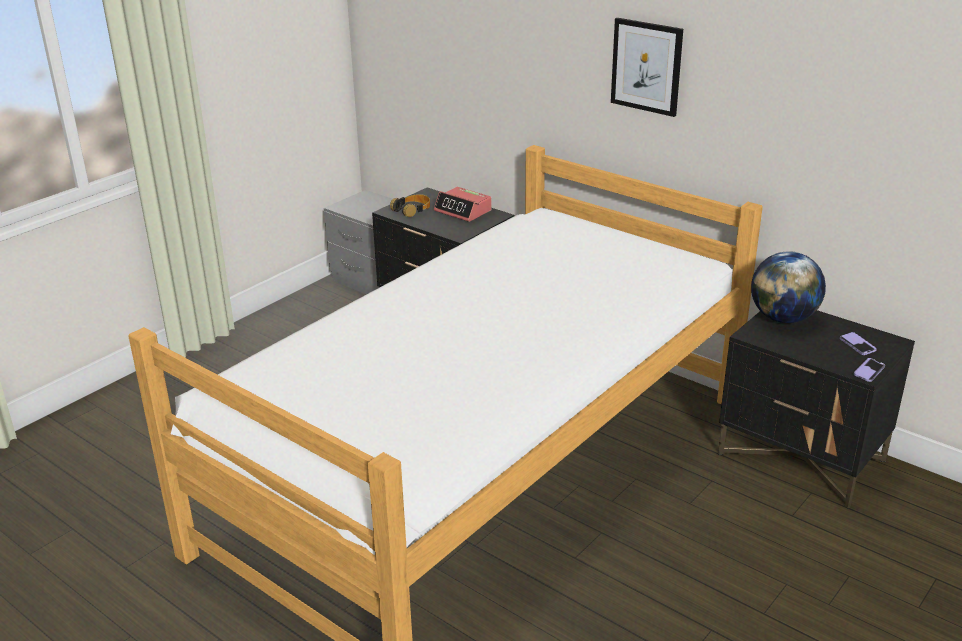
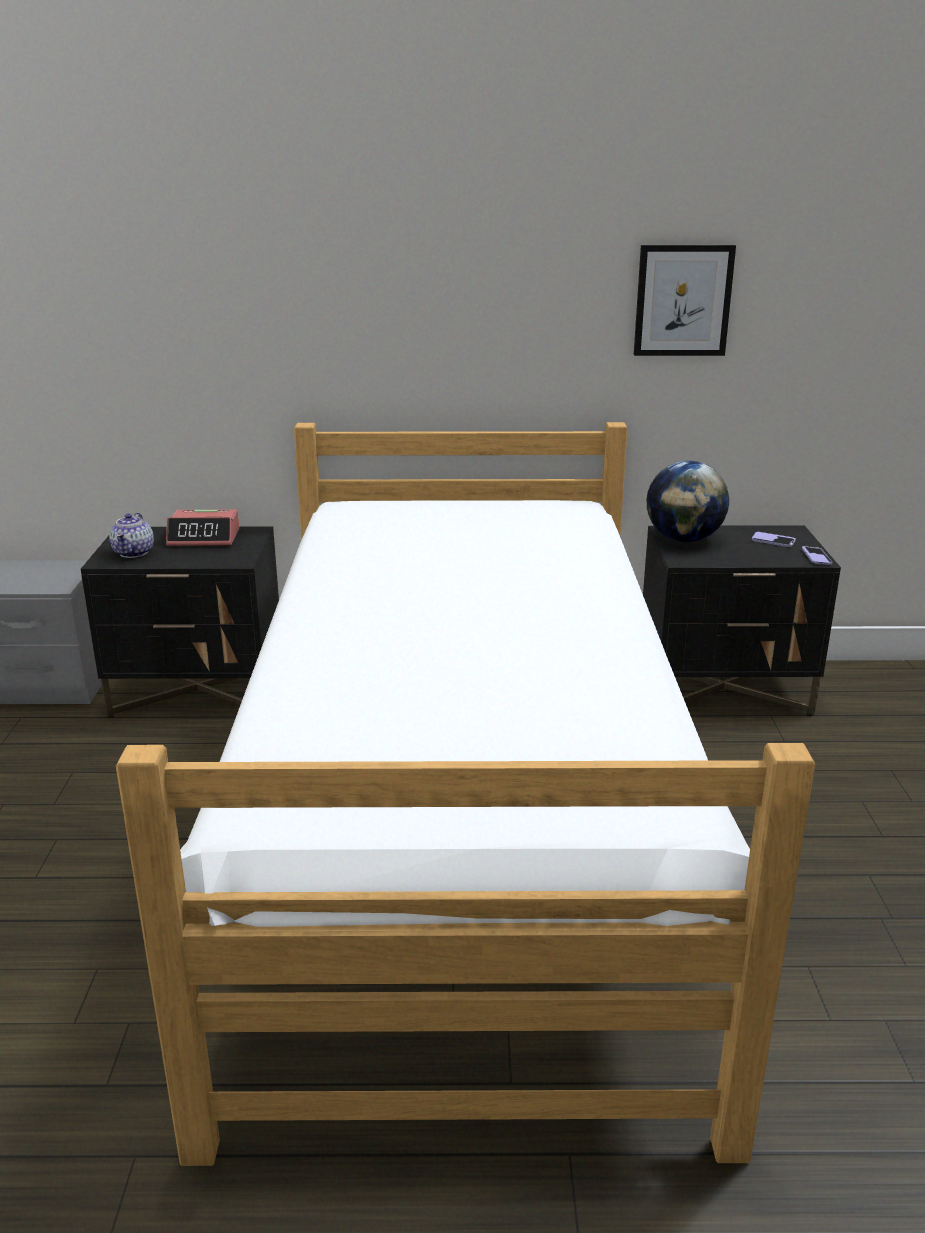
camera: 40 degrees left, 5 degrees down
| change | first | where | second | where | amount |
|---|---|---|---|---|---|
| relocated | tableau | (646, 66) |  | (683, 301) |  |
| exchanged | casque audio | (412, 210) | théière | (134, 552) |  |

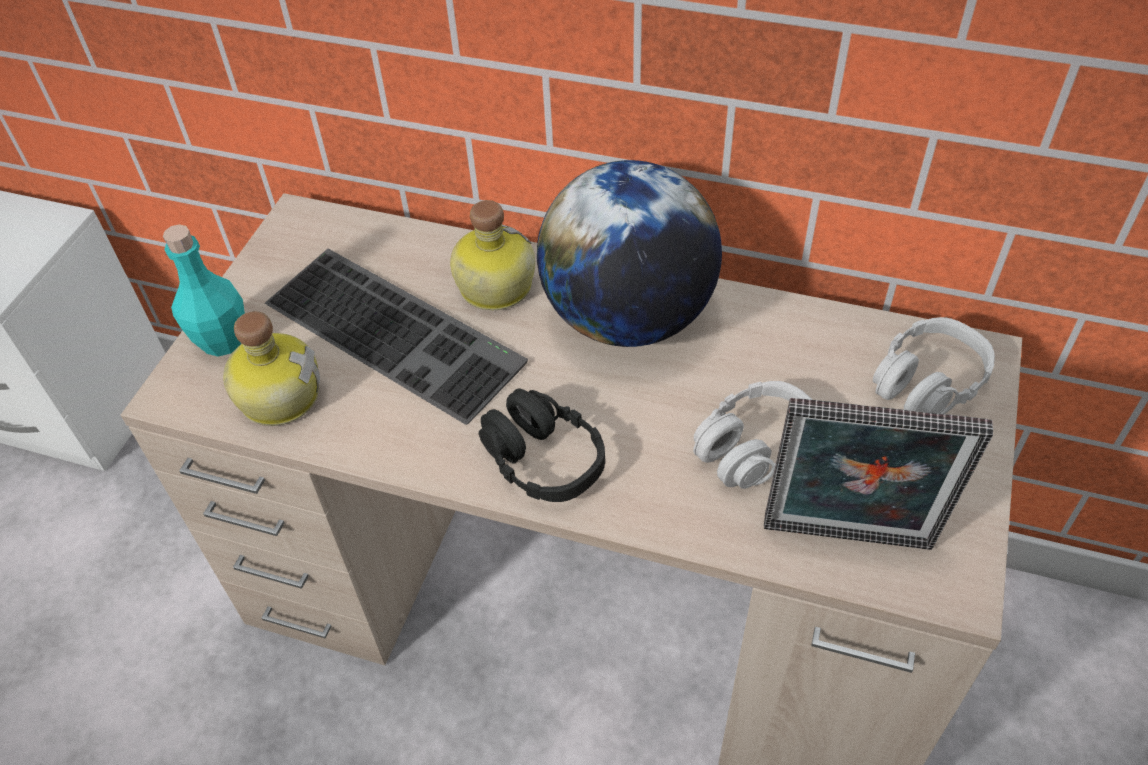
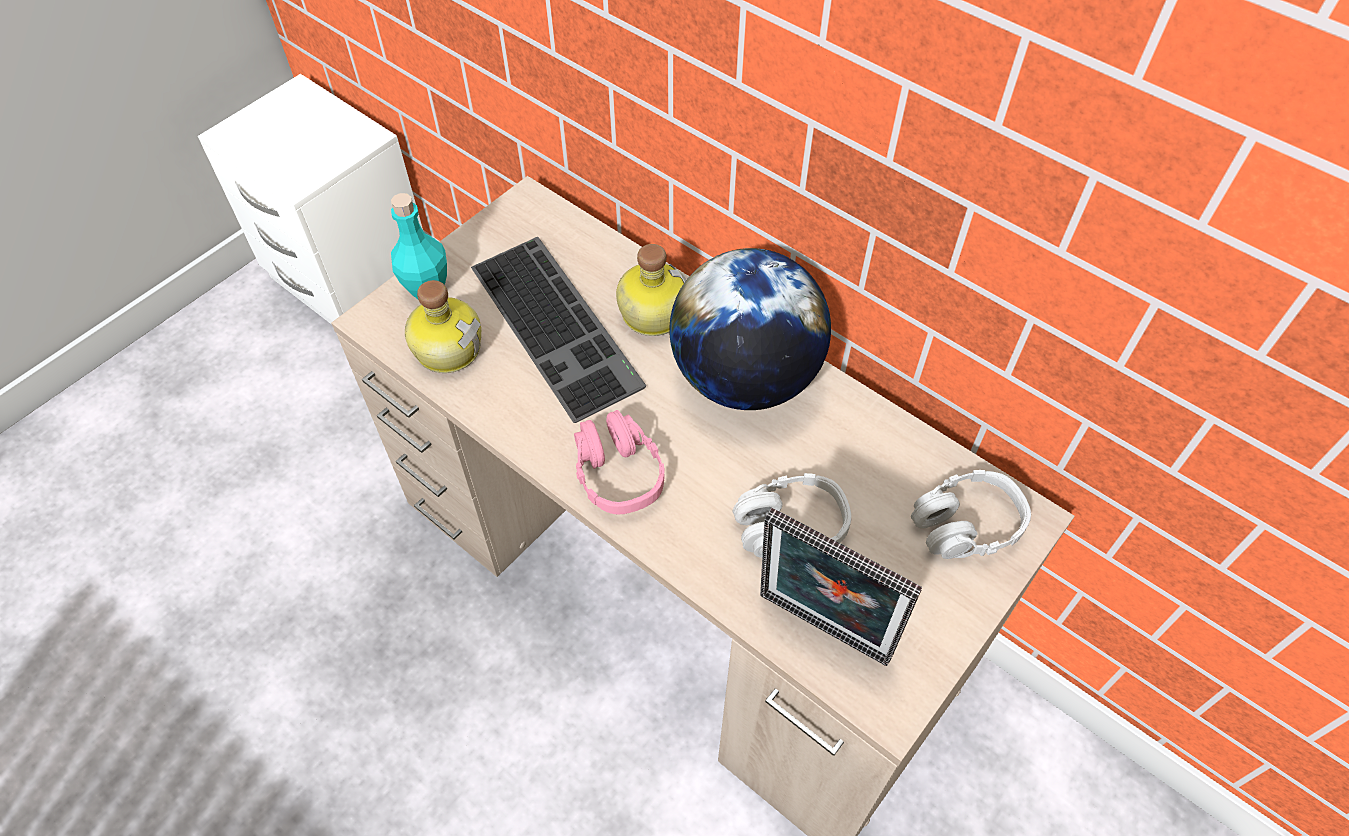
camera: 20 degrees right, 5 degrees up
| change | first | where | second | where | amount |
|---|---|---|---|---|---|
| colour | casque audio [noir] | (543, 460) | casque audio [rose] | (618, 473) |  |

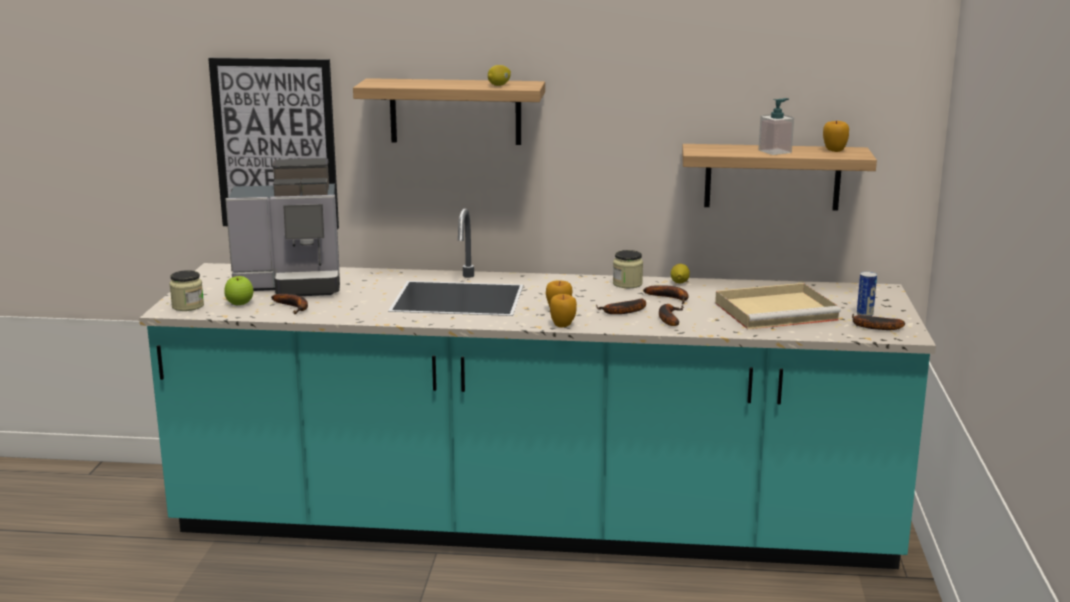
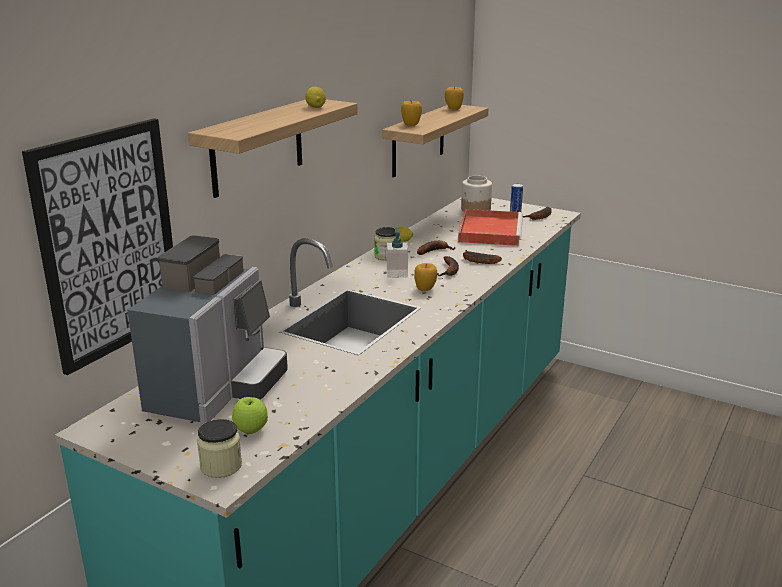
camera: 65 degrees left, 5 degrees up
| change | first | where | second | where | amount |
|---|---|---|---|---|---|
| relocated | distributeur de savon | (775, 151) |  | (397, 273) |  |
| colour | plateau [beige] | (777, 311) | plateau [rouge] | (489, 230) |  |
| missing | banane | (294, 307) |  |  |  |
| relocated | pomme | (563, 325) |  | (411, 124) |  |
| appeared |  |  | bocal | (475, 209) |  |

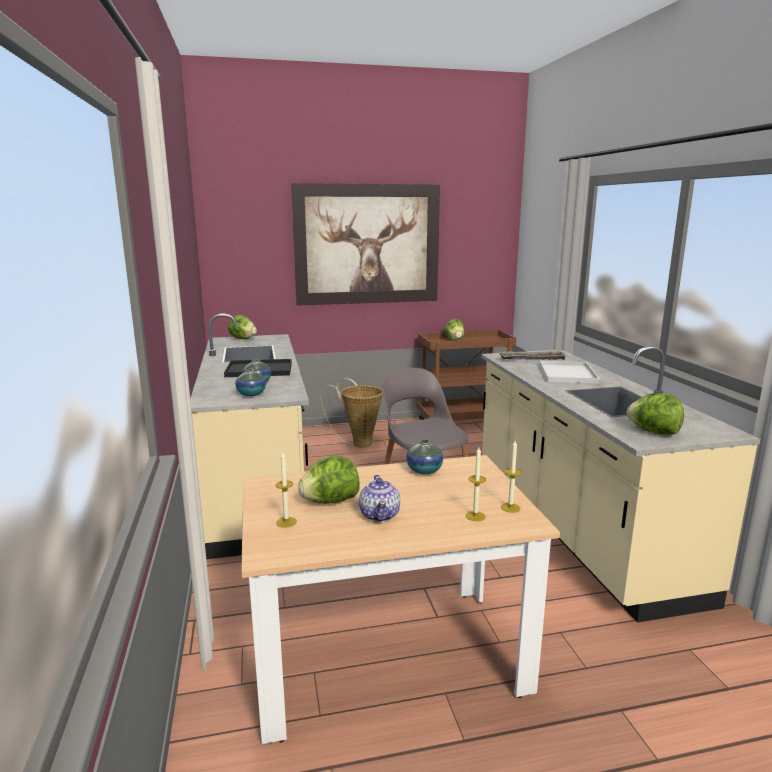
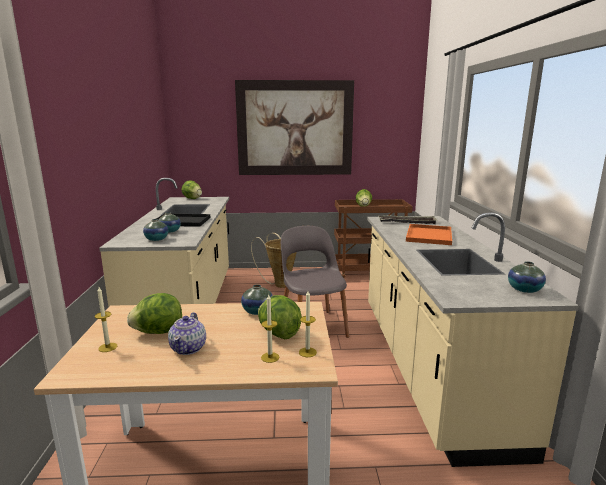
camera: 10 degrees right, 0 degrees up
| change | first | where | second | where | amount |
|---|---|---|---|---|---|
| colour | plateau [blanc] | (568, 374) | plateau [orange] | (429, 236) |  |
| relocated | laitue | (653, 432) |  | (278, 333) |  |
| appeared |  |  | vase | (524, 289) |  |

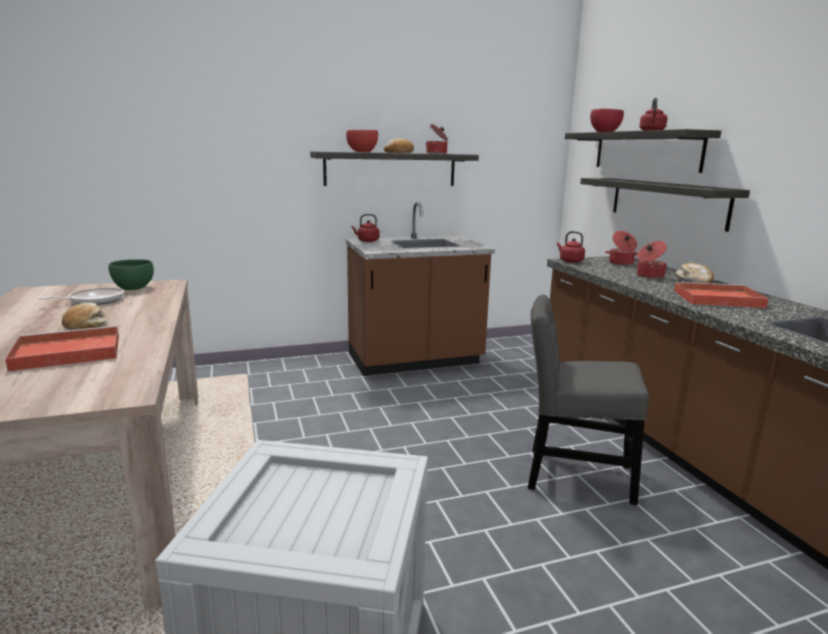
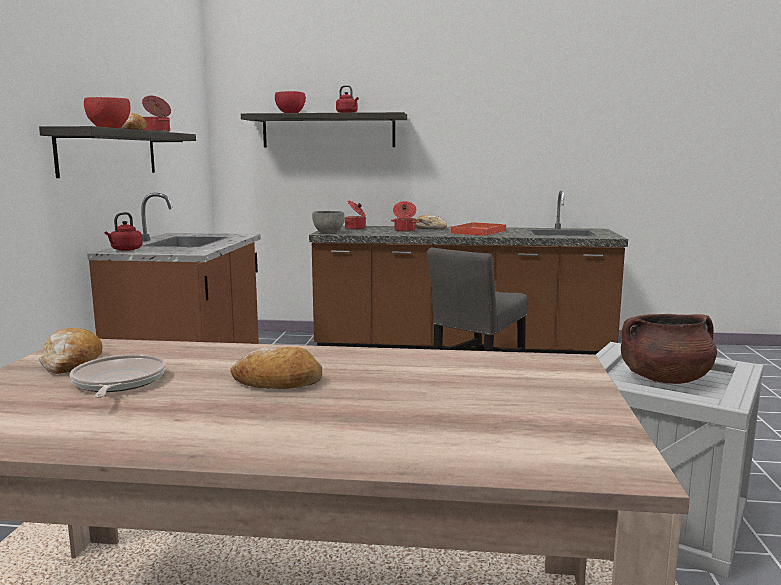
camera: 65 degrees left, 5 degrees down
| change | first | where | second | where | amount |
|---|---|---|---|---|---|
| missing | étagère | (666, 202) |  |  |  |
| exchanged | bouilloire [rouge] | (570, 261) | bol [gris] | (328, 233) |  |
| exchanged | bol [vert] | (133, 288) | pain | (71, 362) |  |
| missing | plateau [rouge] | (65, 353) |  |  |  |
| appeared |  |  | marmite [marron] | (664, 379) |  |

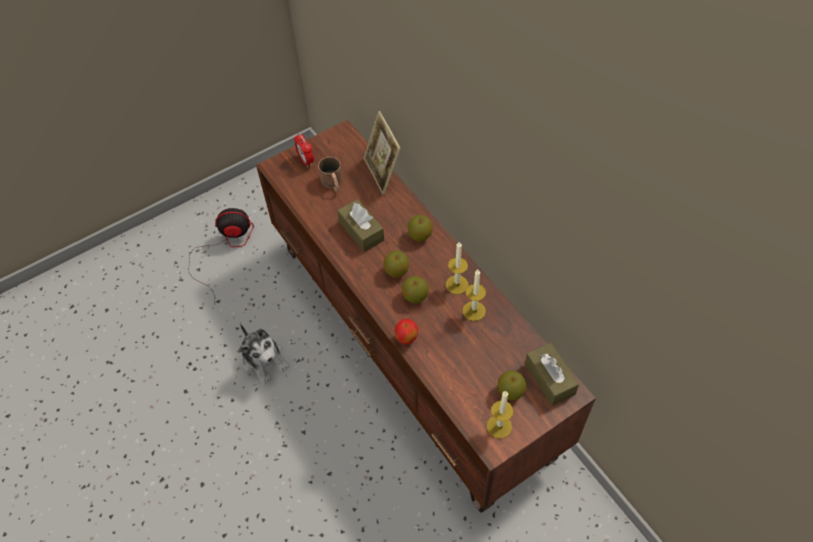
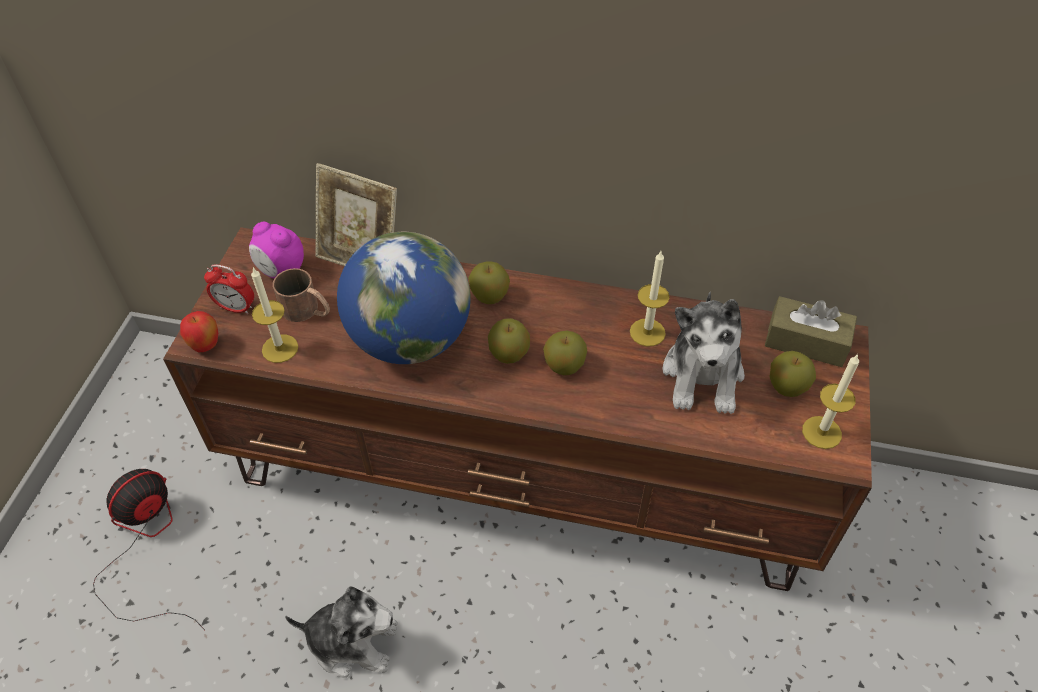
camera: 45 degrees left, 5 degrees down
| change | first | where | second | where | amount |
|---|---|---|---|---|---|
| exchanged | boîte à mouchoirs [marron] | (361, 231) | globe | (410, 340) |  |
| relocated | bougie | (457, 284) |  | (280, 348) |  |
| relocated | pomme | (406, 339) |  | (206, 346) |  |
| appeared |  |  | réveil | (281, 271) |  |
| appeared |  |  | peluche | (703, 375) |  |

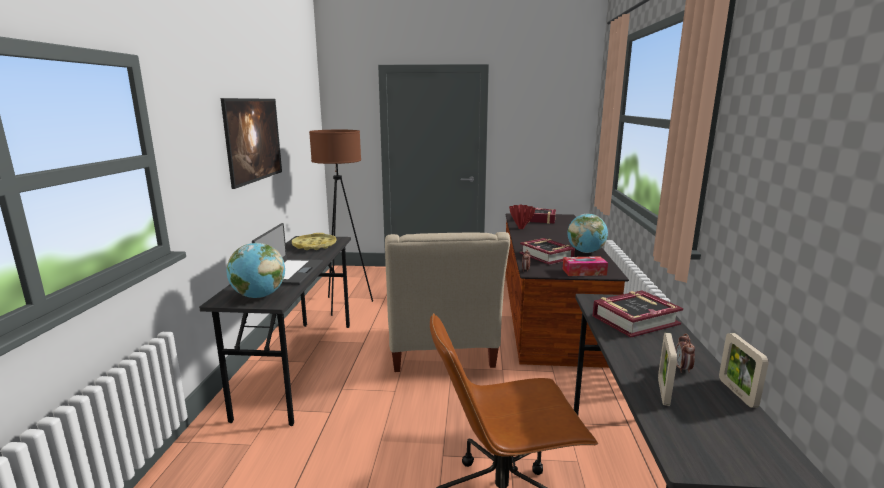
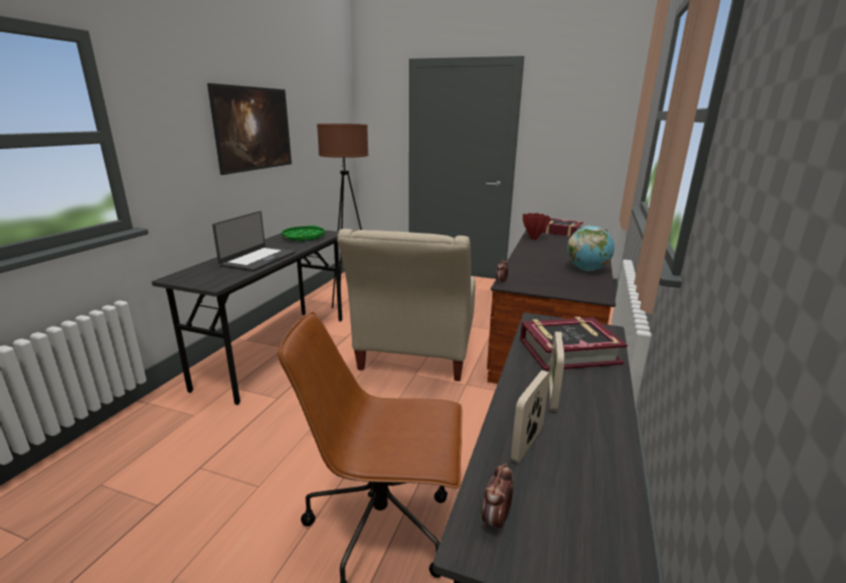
camera: 15 degrees right, 5 degrees up
| change | first | where | second | where | amount |
|---|---|---|---|---|---|
| colour | plateau [jaune] | (314, 245) | plateau [vert] | (304, 237) |  |
| missing | livre | (546, 256) |  |  |  |
| missing | globe | (259, 296) |  |  |  |
| missing | boîte à mouchoirs | (584, 272) |  |  |  |
| relocated | réveil | (682, 369) |  | (496, 520) |  |
| relocated | cadre photo | (737, 393) |  | (552, 395) |  |

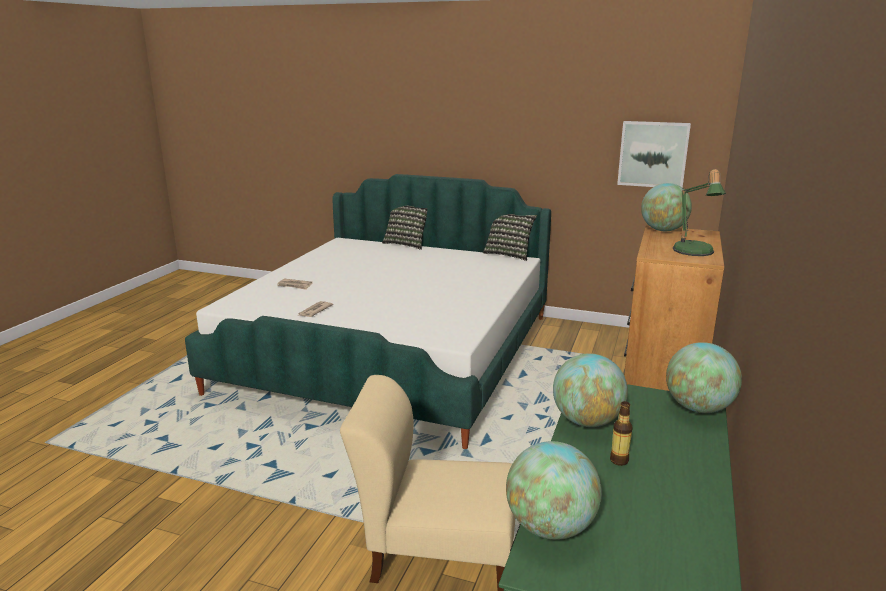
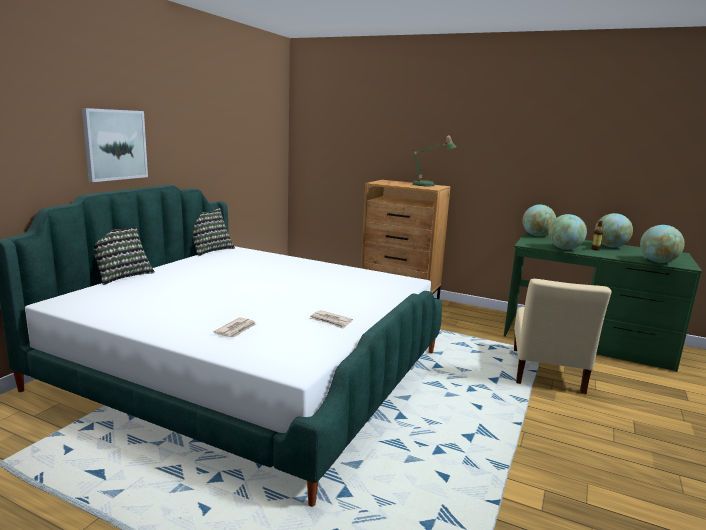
camera: 85 degrees left, 5 degrees down
| change | first | where | second | where | amount |
|---|---|---|---|---|---|
| relocated | tableau | (653, 154) |  | (115, 144) |  |
| relocated | globe | (663, 230) |  | (610, 246) |  |

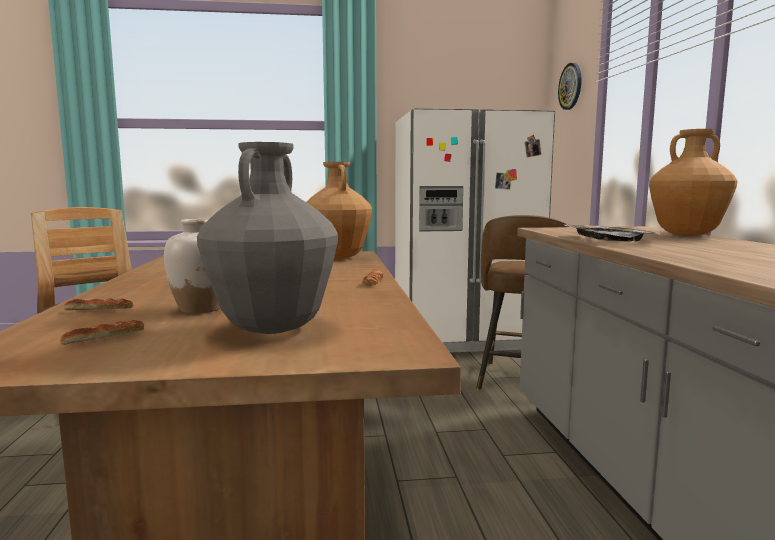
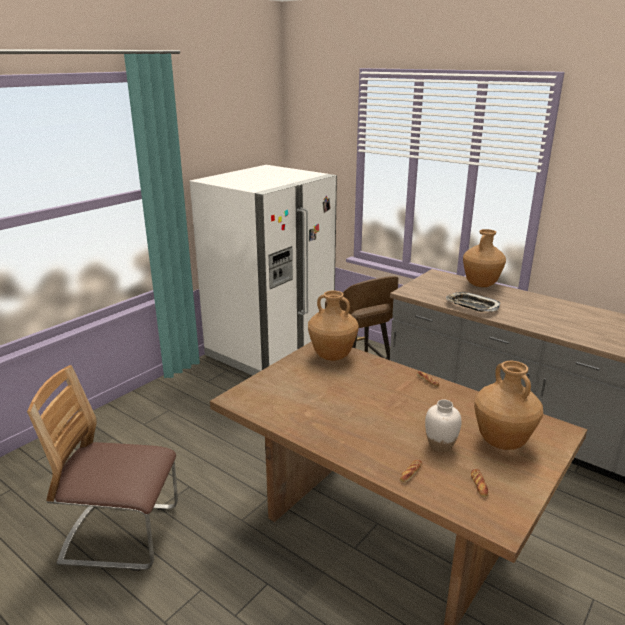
camera: 45 degrees left, 15 degrees up
| change | first | where | second | where | amount |
|---|---|---|---|---|---|
| missing | horloge murale | (570, 86) |  |  |  |
| colour | vase [gris] | (272, 329) | vase [marron] | (502, 442) |  |

